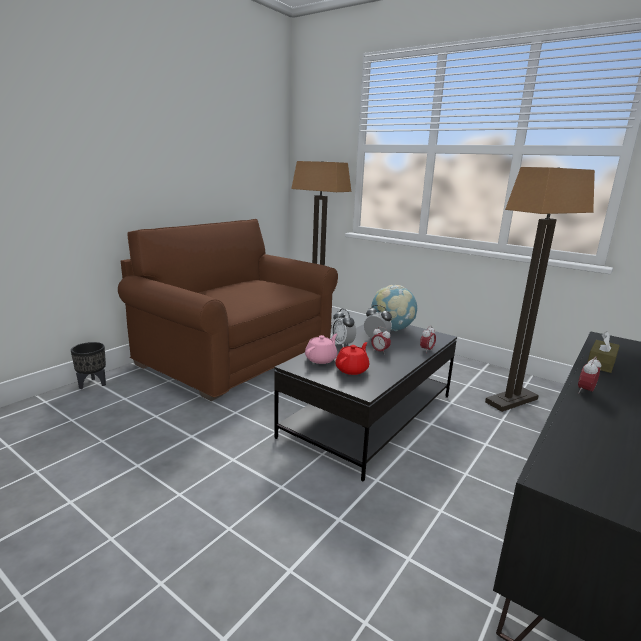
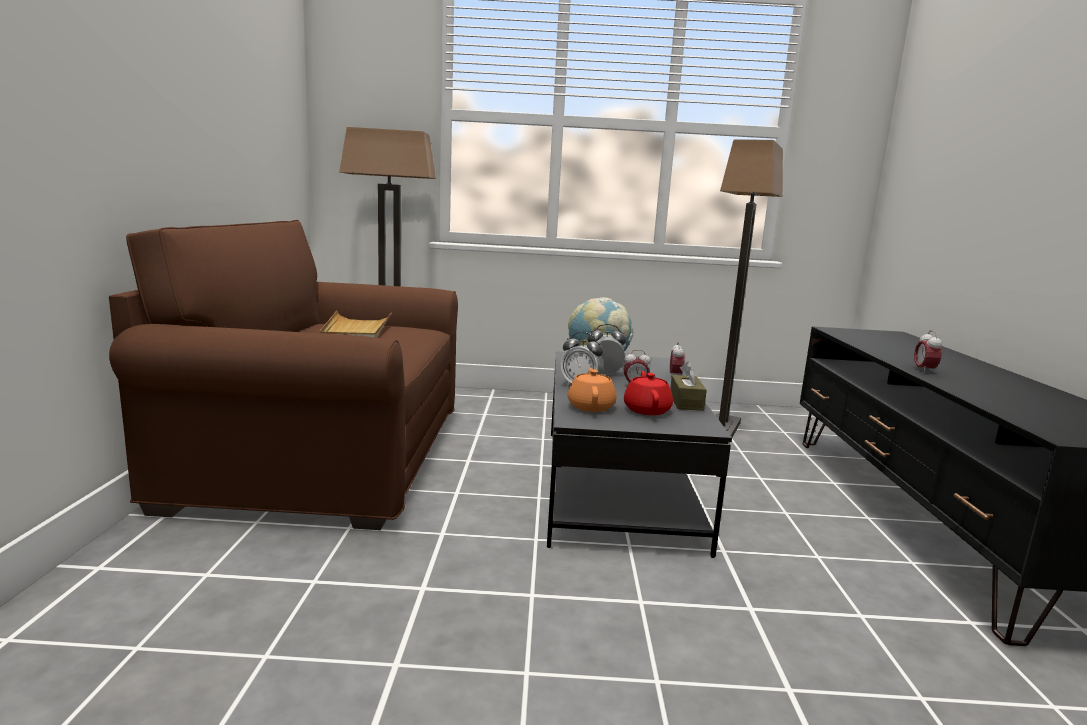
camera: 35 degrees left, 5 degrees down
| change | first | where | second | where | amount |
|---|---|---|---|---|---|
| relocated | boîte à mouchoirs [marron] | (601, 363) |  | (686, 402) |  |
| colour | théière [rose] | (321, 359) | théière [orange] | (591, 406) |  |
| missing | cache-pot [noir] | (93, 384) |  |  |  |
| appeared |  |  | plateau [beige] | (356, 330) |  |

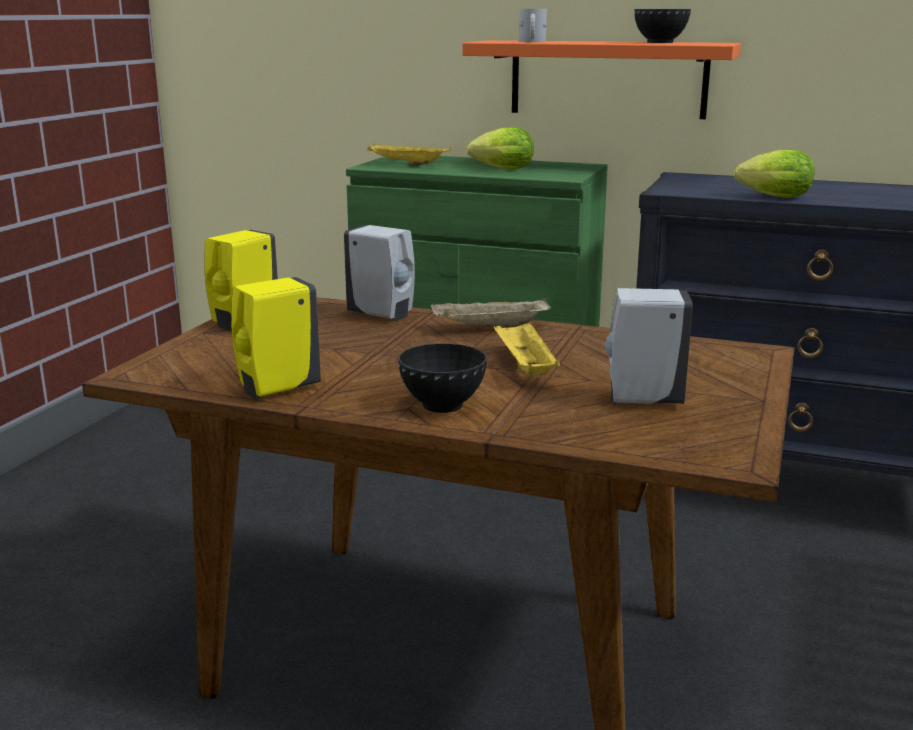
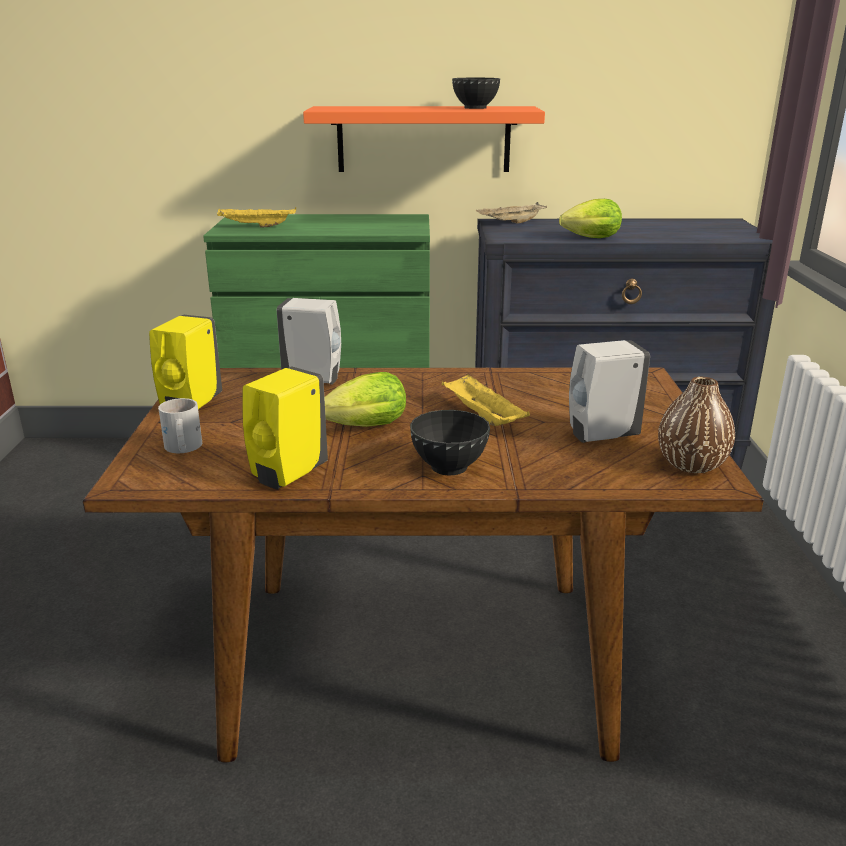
camera: 20 degrees left, 5 degrees up
| change | first | where | second | where | amount |
|---|---|---|---|---|---|
| relocated | mug [blanc] | (531, 41) |  | (181, 448) |  |
| relocated | laitue | (499, 169) |  | (361, 427) |  |
| relocated | plateau [beige] | (489, 329) |  | (511, 223) |  |
| appeared |  |  | vase [marron] | (691, 464) |  |

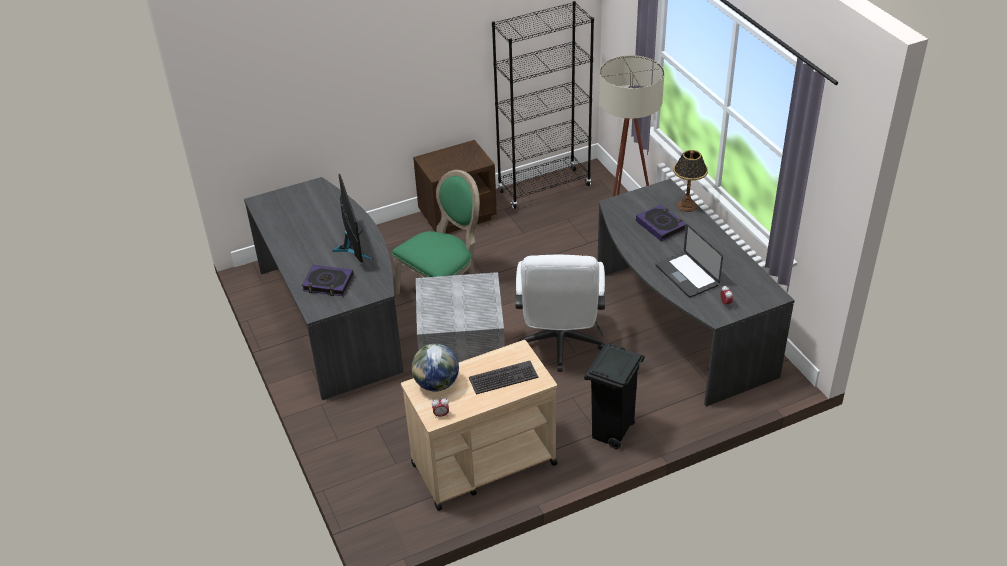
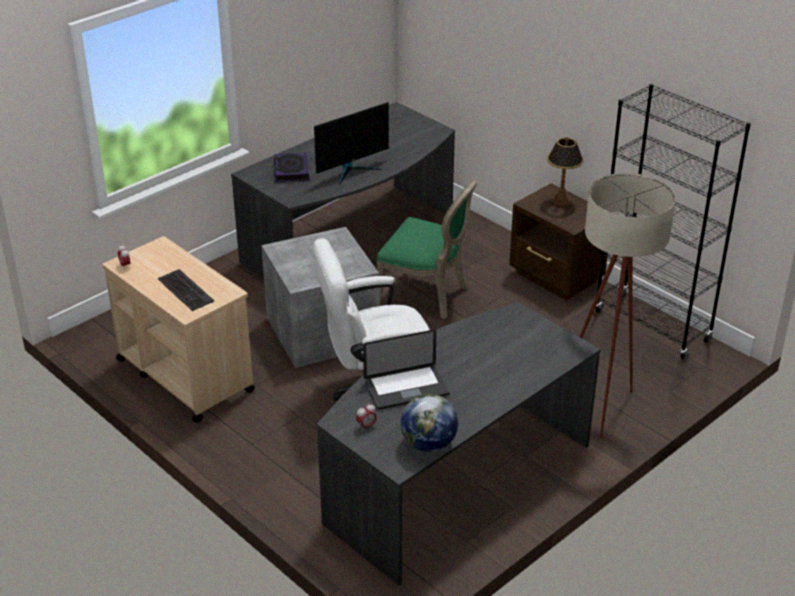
camera: 70 degrees right, 5 degrees down
| change | first | where | second | where | amount |
|---|---|---|---|---|---|
| relocated | lampe de table | (687, 205) |  | (561, 200) |  |
| missing | livre | (660, 225) |  |  |  |
| spun | ordinateur portable | (687, 275) |  | (406, 388) | 150 degrees counterclockwise |
| relocated | globe | (436, 384) |  | (428, 444) |  |
| missing | poubelle [noir] | (611, 433) |  |  |  |

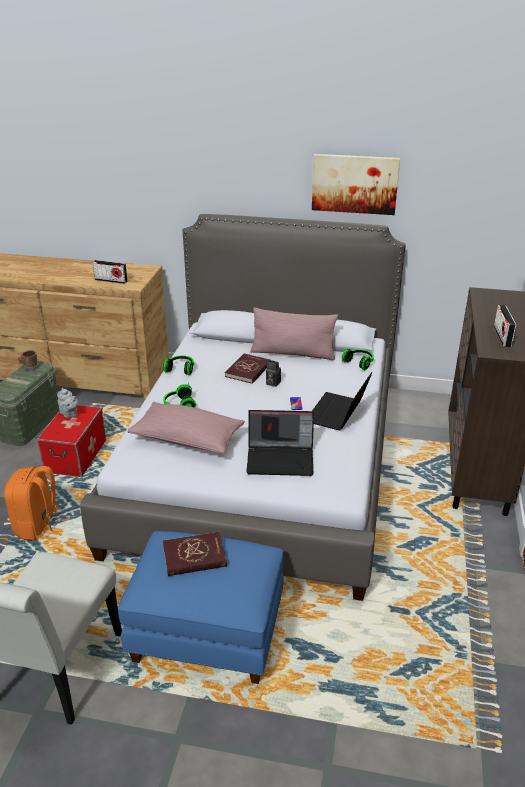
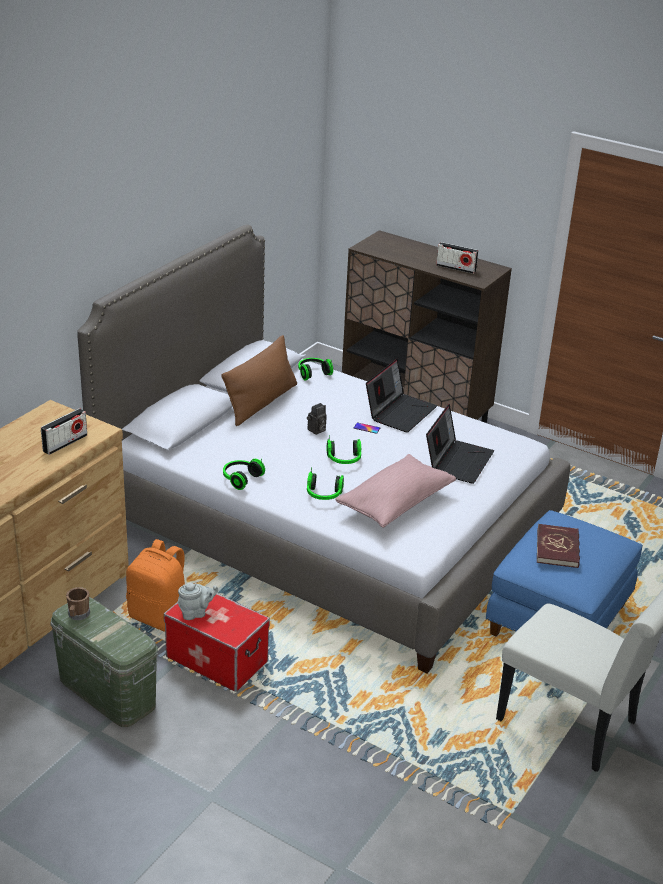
camera: 70 degrees left, 0 degrees up
| change | first | where | second | where | amount |
|---|---|---|---|---|---|
| missing | tableau | (355, 184) |  |  |  |
| colour | coussin [rose] | (293, 353) | coussin [marron] | (261, 402) |  |
| missing | livre [rouge] | (248, 370) |  |  |  |
| spun | ordinateur portable | (338, 414) |  | (400, 412) | 105 degrees counterclockwise |
| relocated | sac à dos [orange] | (39, 526) |  | (160, 617) |  |
| appeared |  |  | casque audio | (344, 460) |  |

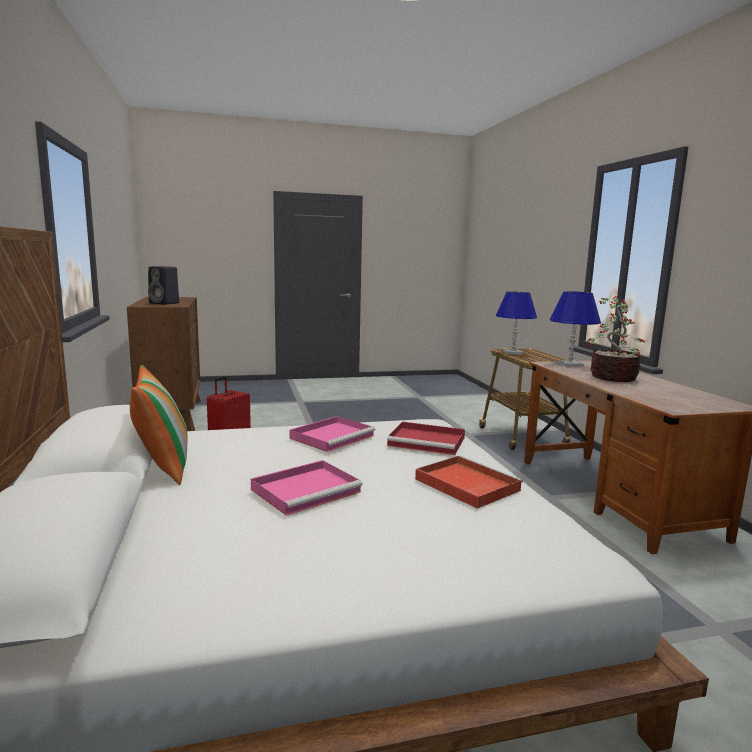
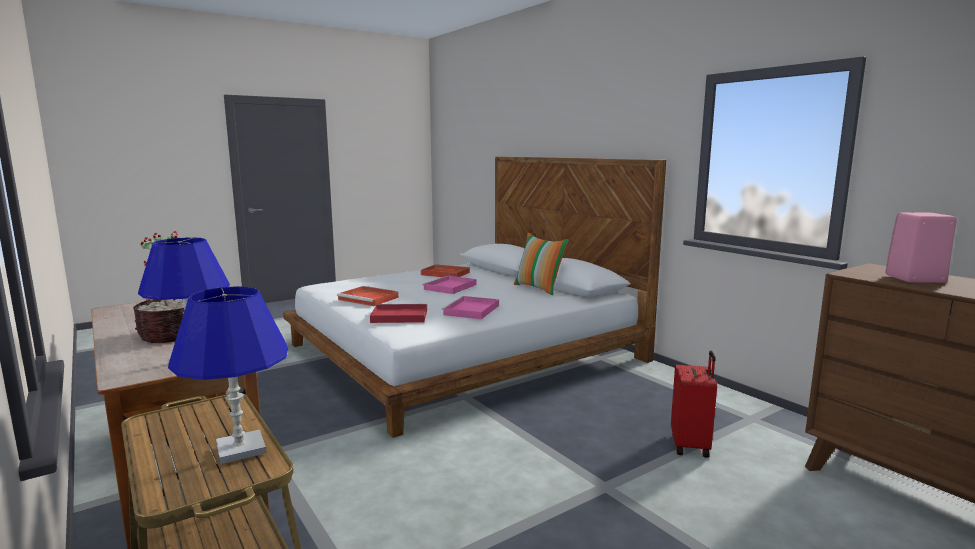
camera: 160 degrees right, 0 degrees up
| change | first | where | second | where | amount |
|---|---|---|---|---|---|
| colour | enceinte [noir] | (165, 303) | enceinte [rose] | (913, 279) |  |
| appeared |  |  | plateau [rouge] | (444, 273) |  |

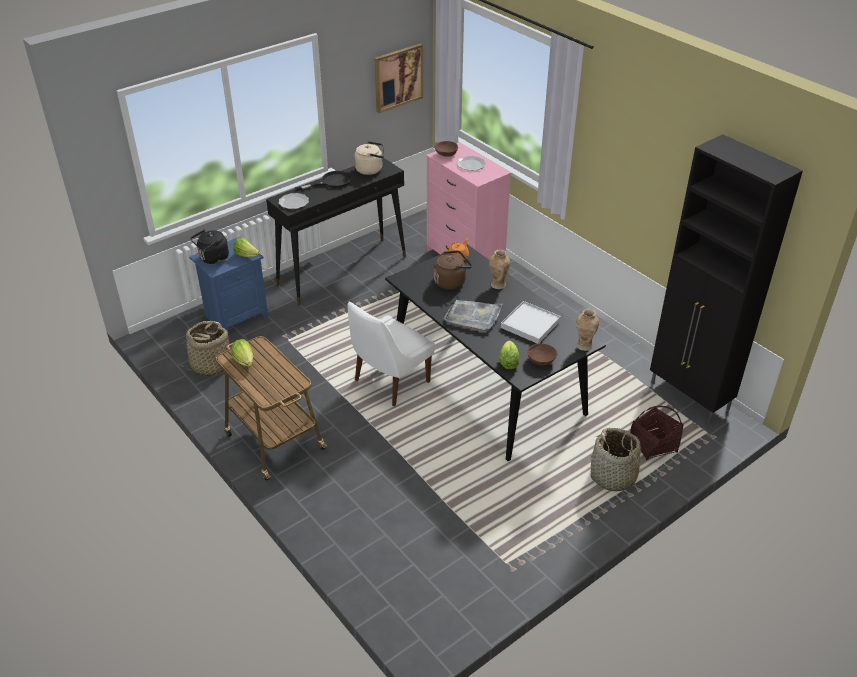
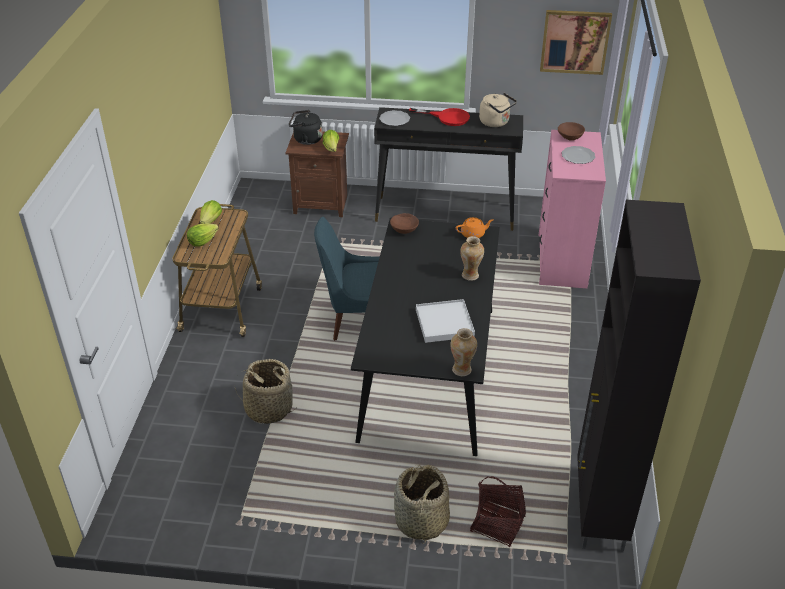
camera: 45 degrees right, 0 degrees up
| change | first | where | second | where | amount |
|---|---|---|---|---|---|
| colour | poêle [noir] | (331, 182) | poêle [rouge] | (447, 117) |  |
| colour | table de chevet [bleu] | (236, 316) | table de chevet [marron] | (321, 204) |  |
| missing | bouilloire [marron] | (451, 282) |  |  |  |
| missing | plateau [gris] | (473, 316) |  |  |  |
| colour | chaise [blanc] | (389, 382) | chaise [bleu] | (357, 320) |  |
| relocated | panier | (210, 365) |  | (268, 408) |  |
| relocated | laitue | (508, 362) |  | (202, 241) |  |
| relocated | bol [marron] | (541, 361) |  | (403, 230) |  |

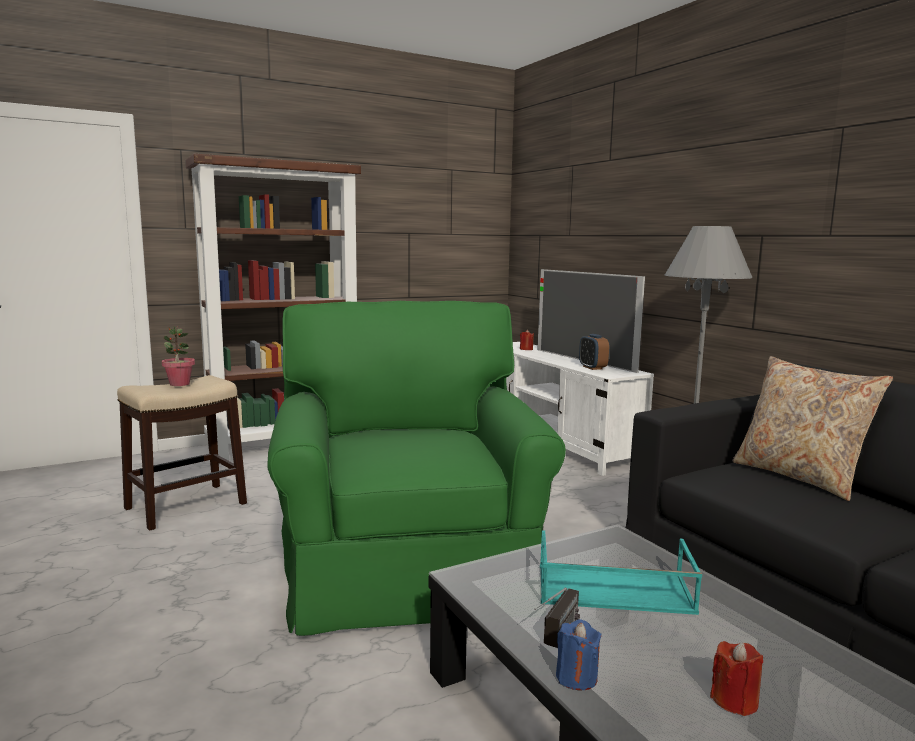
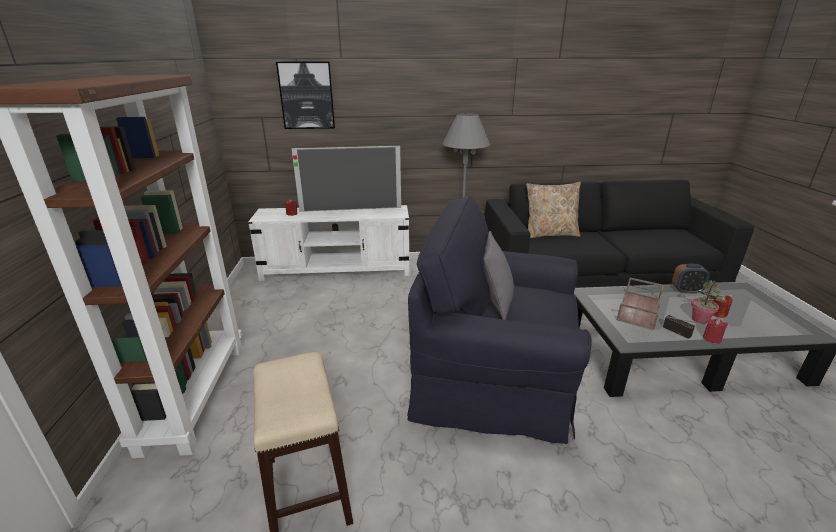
camera: 65 degrees left, 15 degrees up
| change | first | where | second | where | amount |
|---|---|---|---|---|---|
| colour | fauteuil [vert] | (409, 566) | fauteuil [noir] | (495, 377) |  |
| relocated | plante en pot | (179, 384) |  | (700, 320) |  |
| relocated | réveil | (592, 367) |  | (686, 290) |  |
| colour | plateau [turquoise] | (612, 589) | plateau [marron] | (639, 310) |  |
| colour | bougie [bleu] | (576, 677) | bougie [rouge] | (711, 339) |  |
| appeared |  |  | tableau | (307, 95) |  |
| appeared |  |  | coussin [gris] | (495, 303) |  |

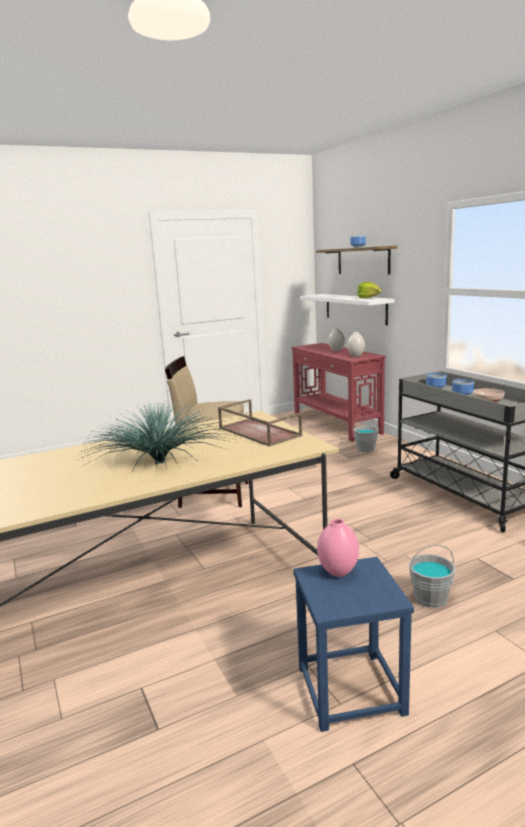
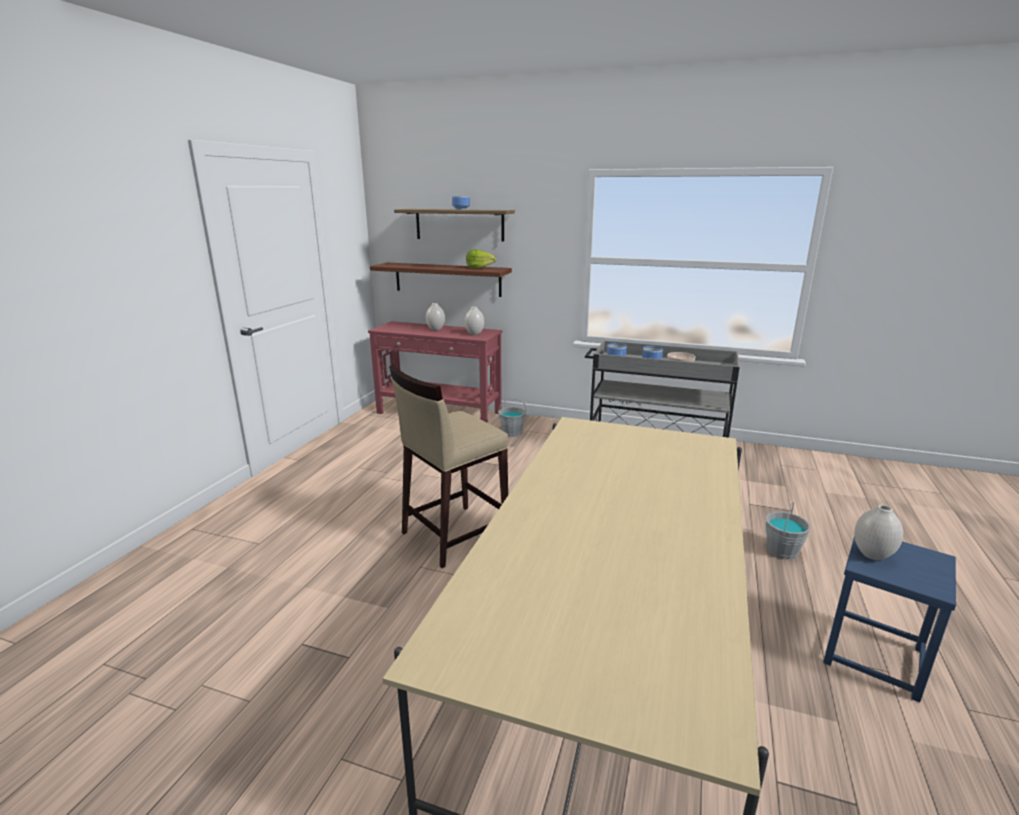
camera: 45 degrees left, 5 degrees up
| change | first | where | second | where | amount |
|---|---|---|---|---|---|
| colour | étagère [blanc] | (355, 308) | étagère [marron] | (447, 279) |  |
| missing | plateau [marron] | (258, 432) |  |  |  |
| missing | plante en pot | (160, 462) |  |  |  |
| colour | vase [rose] | (338, 572) | vase [blanc] | (872, 554) |  |

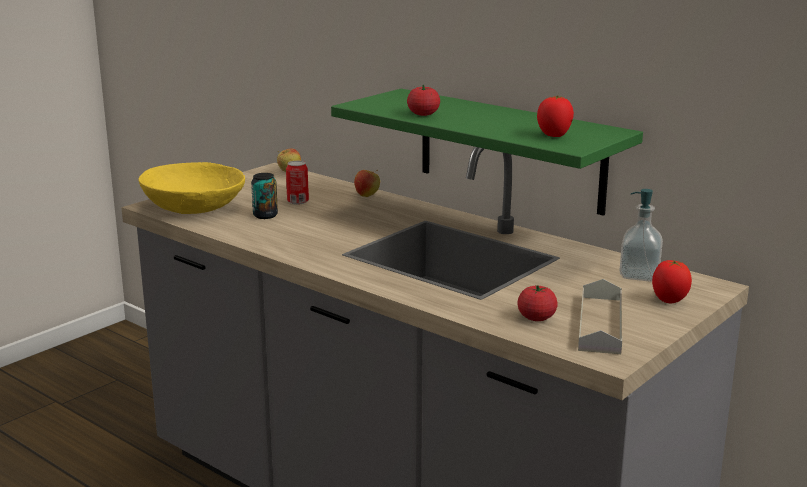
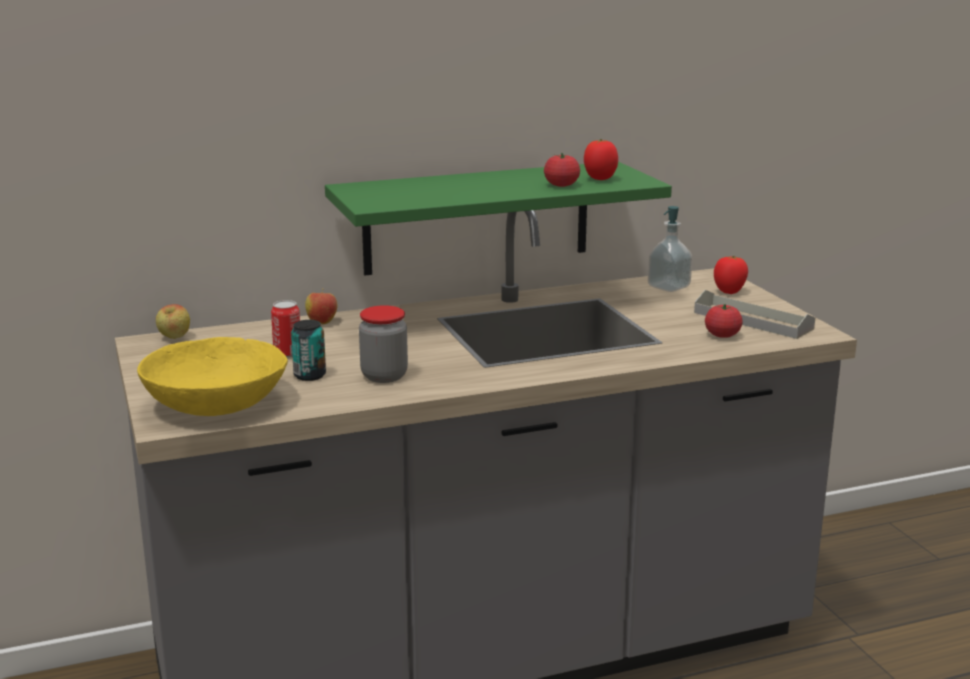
camera: 60 degrees left, 0 degrees up
| change | first | where | second | where | amount |
|---|---|---|---|---|---|
| relocated | tomate | (423, 114) |  | (561, 185) |  |
| appeared |  |  | bocal | (384, 376) |  |

